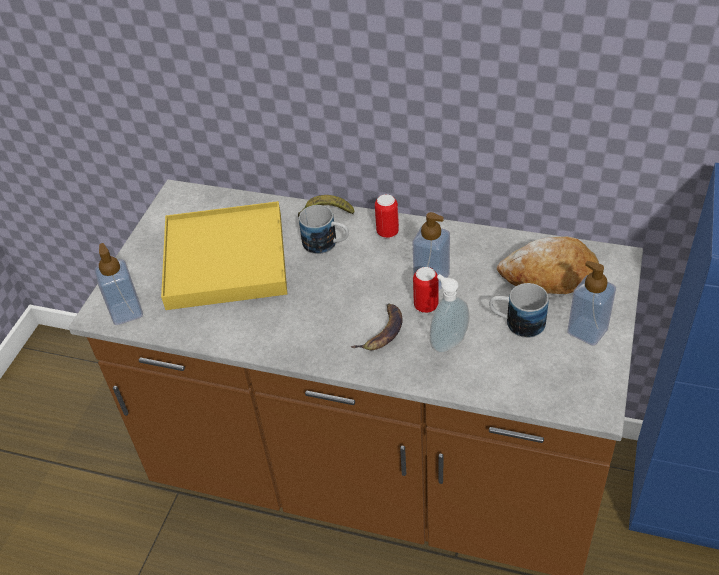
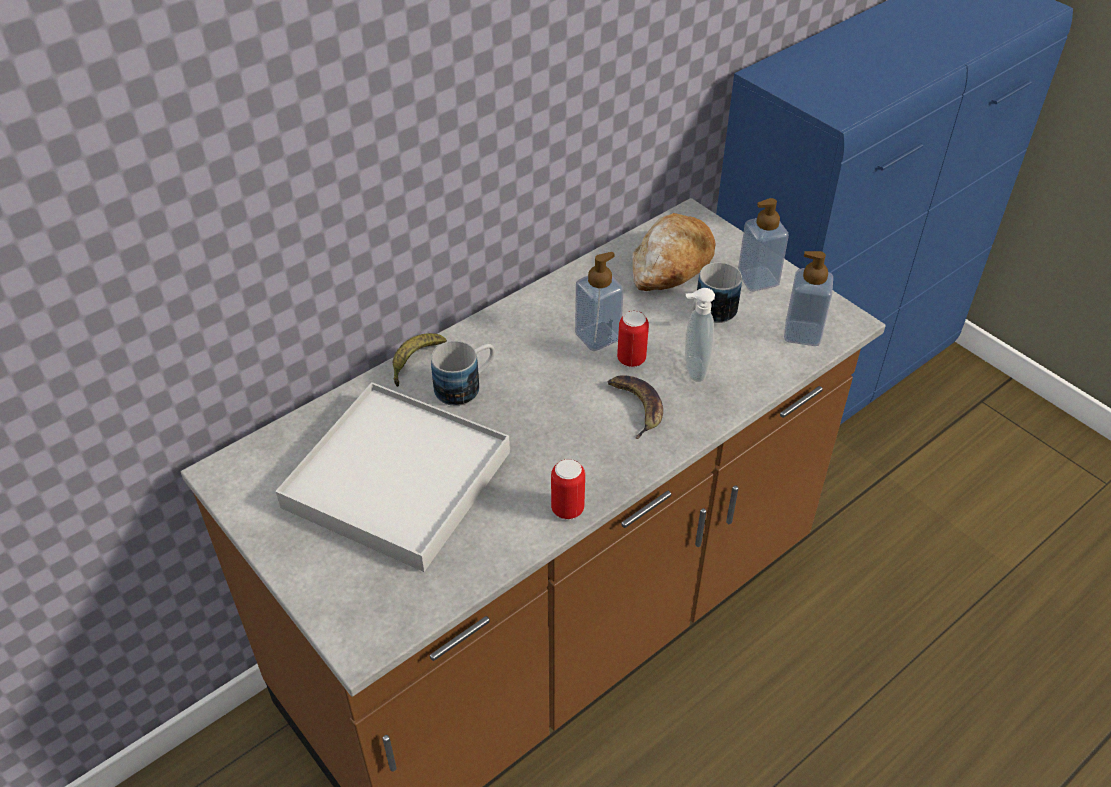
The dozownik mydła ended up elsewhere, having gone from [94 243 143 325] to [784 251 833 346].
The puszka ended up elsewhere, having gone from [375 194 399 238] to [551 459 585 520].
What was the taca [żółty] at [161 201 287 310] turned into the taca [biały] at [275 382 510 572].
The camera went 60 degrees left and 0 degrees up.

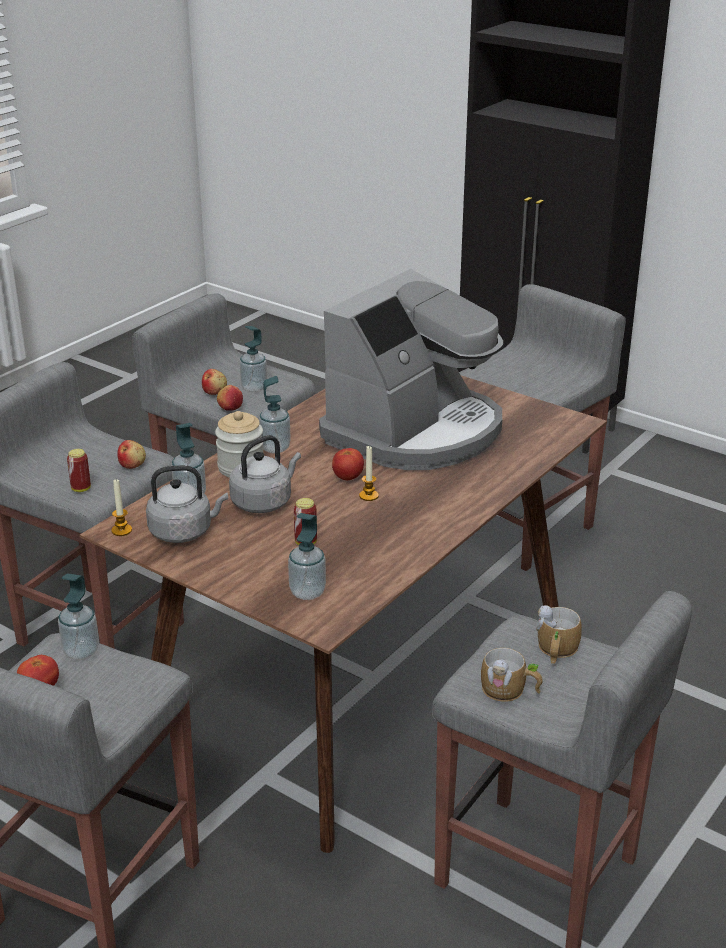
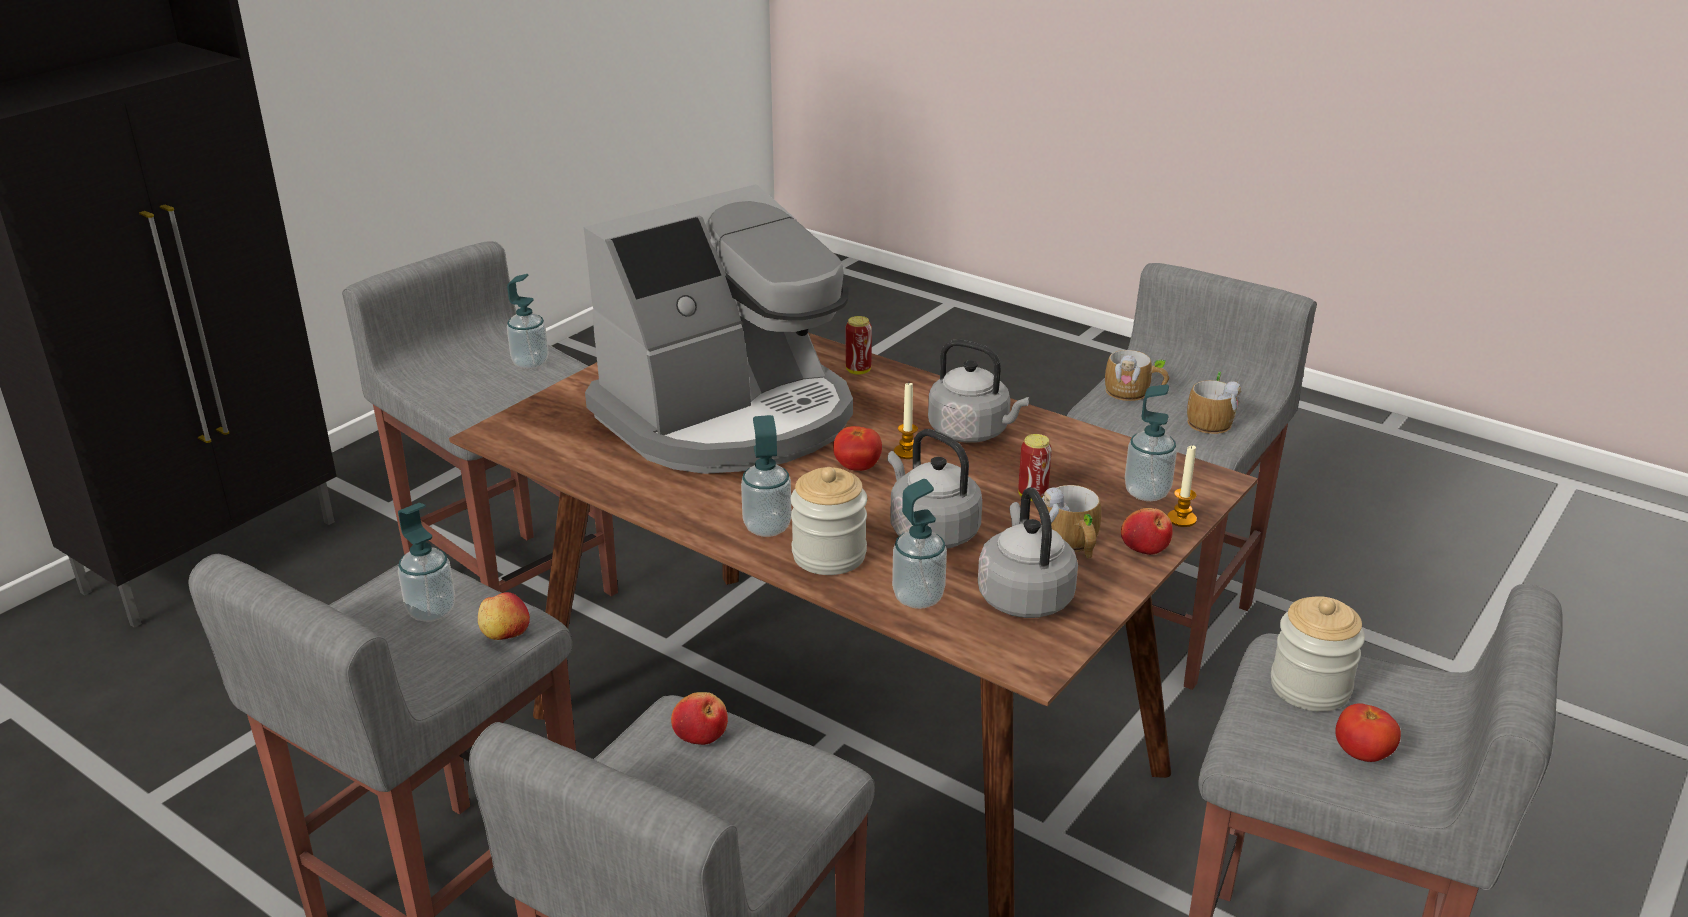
The second view gained the czajnik [szary] at [928 339 1029 443].
The second view gained the kubek at [1042 485 1101 558].
The second view gained the słoik at [1271 596 1365 712].
The dozownik mydła ended up elsewhere, having gone from [58 574 99 660] to [507 274 549 369].
The puszka ended up elsewhere, having gone from [67 449 91 492] to [846 316 872 375].
The świeca ended up elsewhere, having gone from [111 480 132 536] to [1167 445 1197 527].
The jabłko ended up elsewhere, having gone from [202 369 227 395] to [1121 508 1173 555].
The ekspres do kawy at [319 269 504 470] ended up facing another way, 105 degrees clockwise from before.
The camera went 90 degrees left and 0 degrees up.

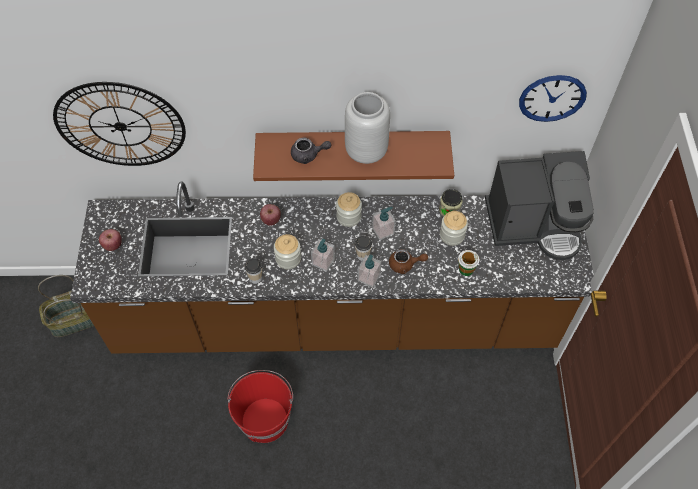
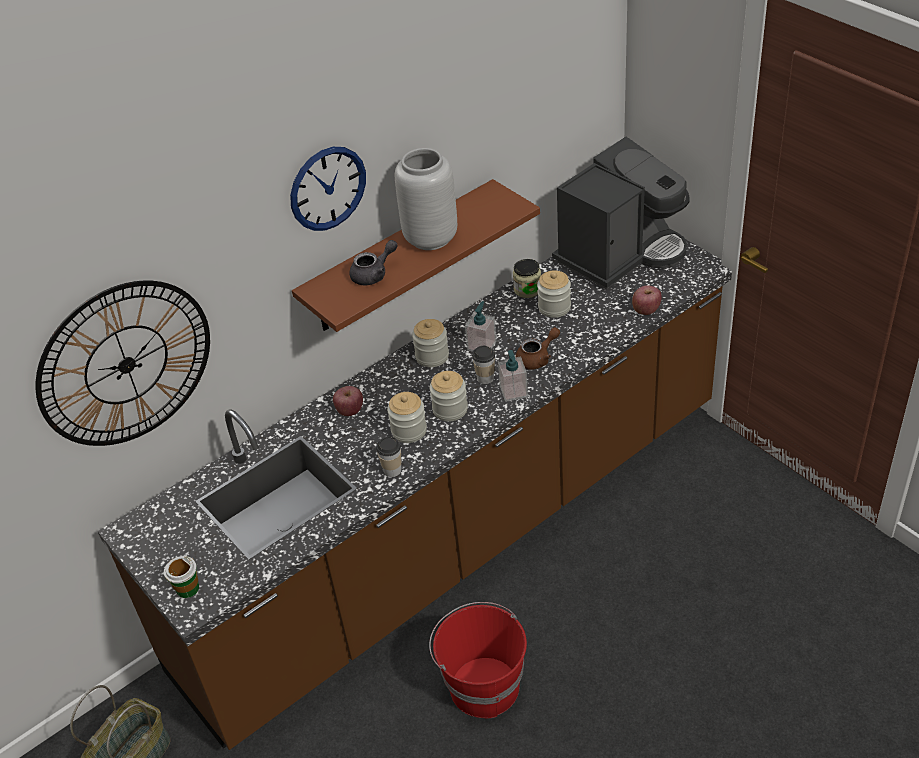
The jabłko ended up elsewhere, having gone from [99 229 122 251] to [632 285 662 315].
The filiżanka ended up elsewhere, having gone from [458 250 479 276] to [164 556 199 598].
The zegar ścienny ended up elsewhere, having gone from [519 75 587 122] to [290 147 366 231].
Where the dozownik mydła stood at [311 239 335 272], the słoik came to stand at [430 371 468 421].
The camera went 35 degrees left and 15 degrees down.

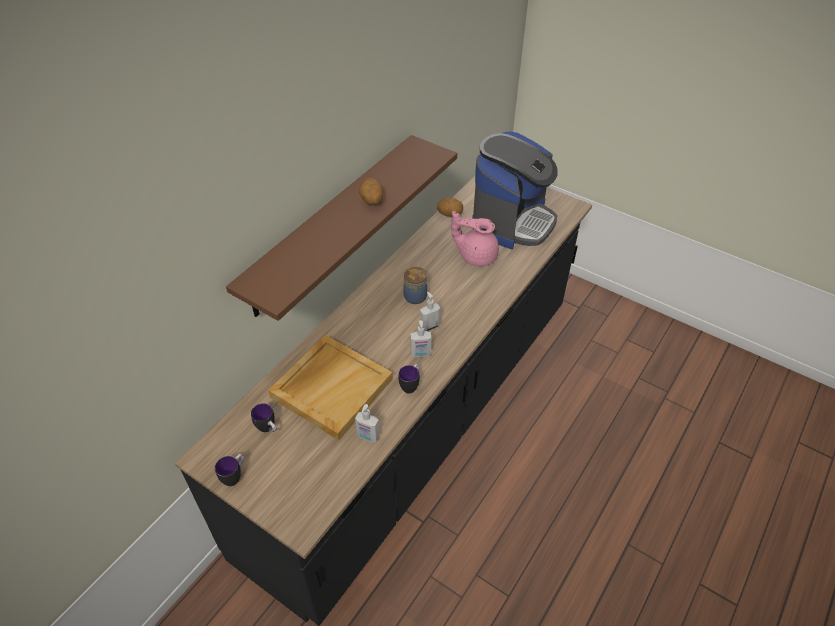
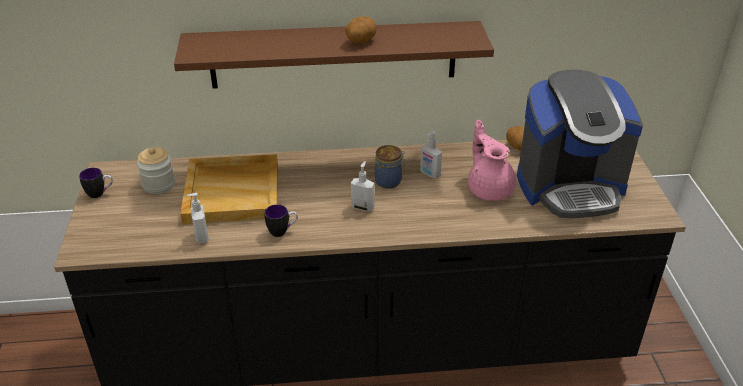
The dozownik mydła ended up elsewhere, having gone from [410 320 431 357] to [420 131 442 178].
Where the kubek stood at [251 403 277 432], the słoik came to stand at [137 147 175 194].
The camera went 50 degrees right and 10 degrees down.

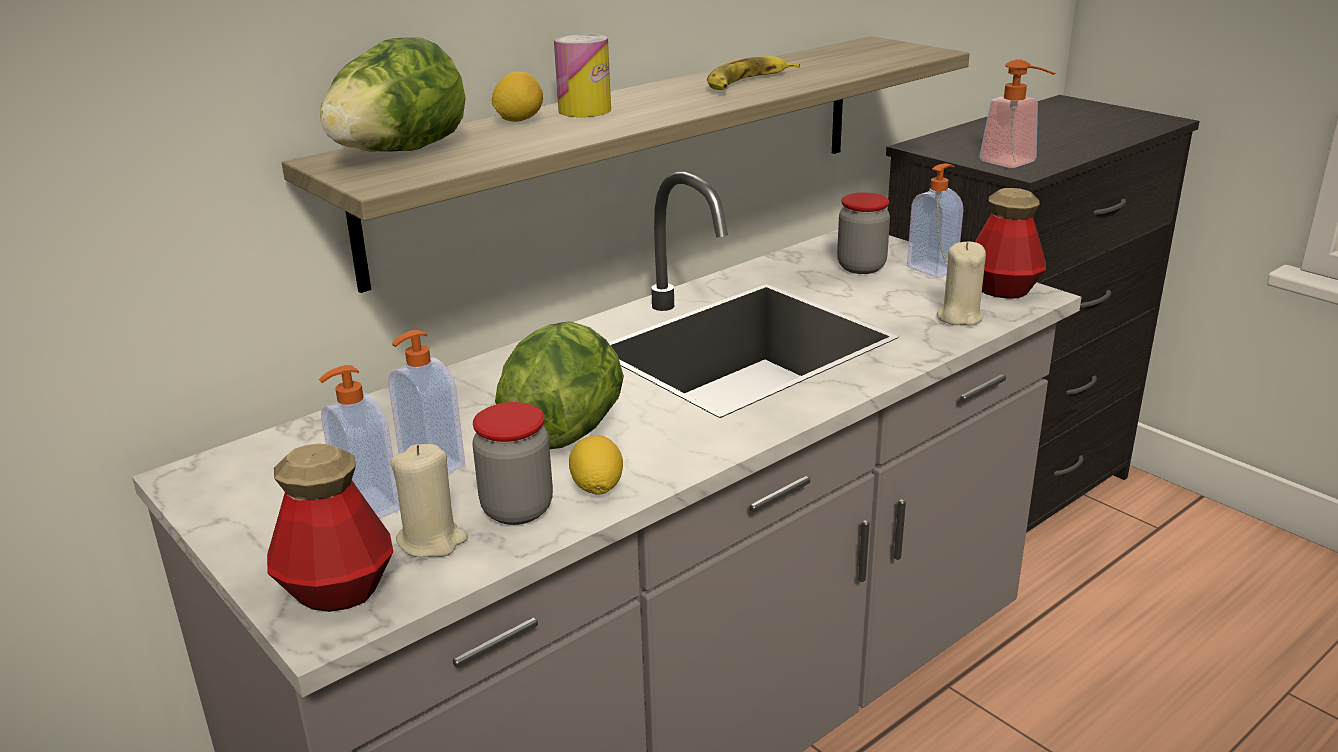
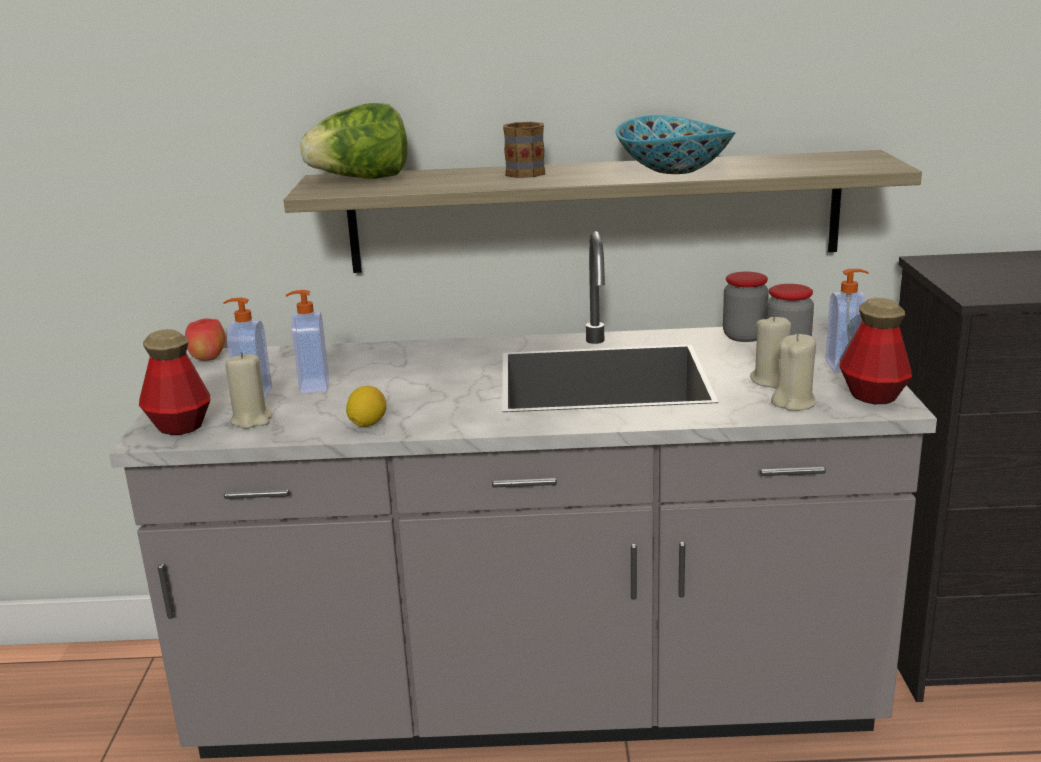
The second view lost the cytryna at [492 71 543 122].
The second view lost the sałata at [495 321 624 449].
The second view lost the dozownik mydła at [979 59 1055 168].
The second view gained the jabłko at [185 318 225 361].
The second view gained the świeca [beżowy] at [750 314 791 388].
The słoik ended up elsewhere, having gone from [472 402 553 525] to [723 272 769 342].
Where the puszka stood at [554 34 611 117], the kubek came to stand at [503 122 545 178].
Where the banan stood at [707 56 800 90], the miska came to stand at [616 115 736 174].
The camera went 40 degrees right and 5 degrees down.

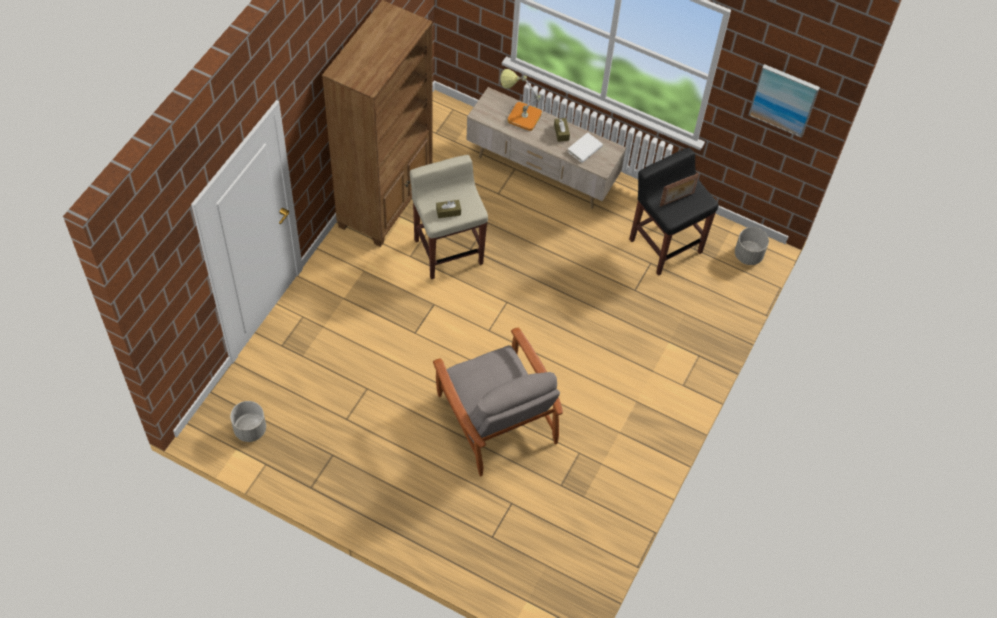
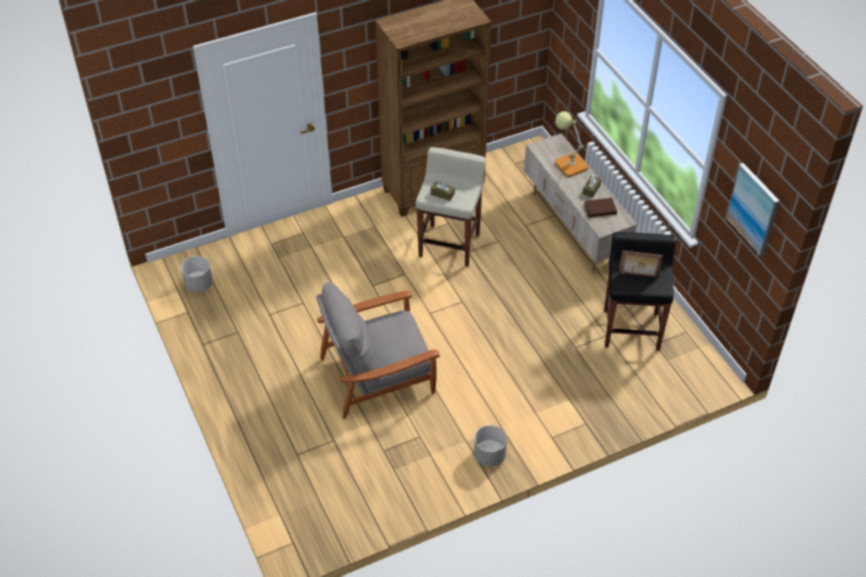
The donica [szary] ended up elsewhere, having gone from [735 227 769 265] to [474 425 507 467].
What was the książka [biały] at [567 132 603 163] turned into the książka [brązowy] at [584 198 617 217].
The fotel [szary] at [433 328 563 476] ended up facing another way, 60 degrees clockwise from before.
The camera went 40 degrees right and 10 degrees down.

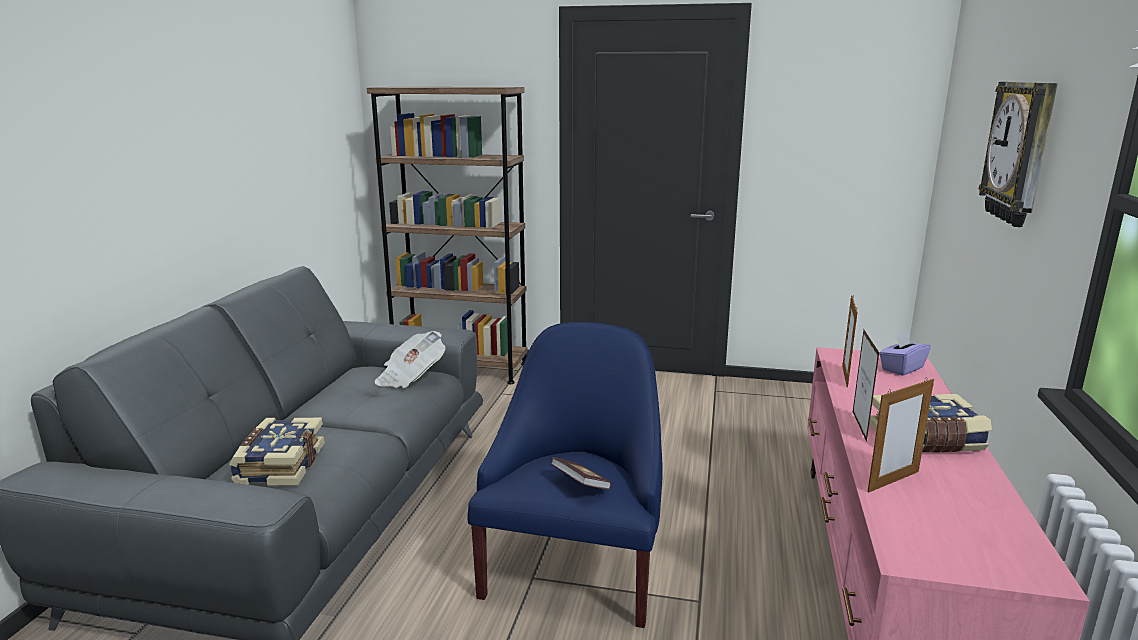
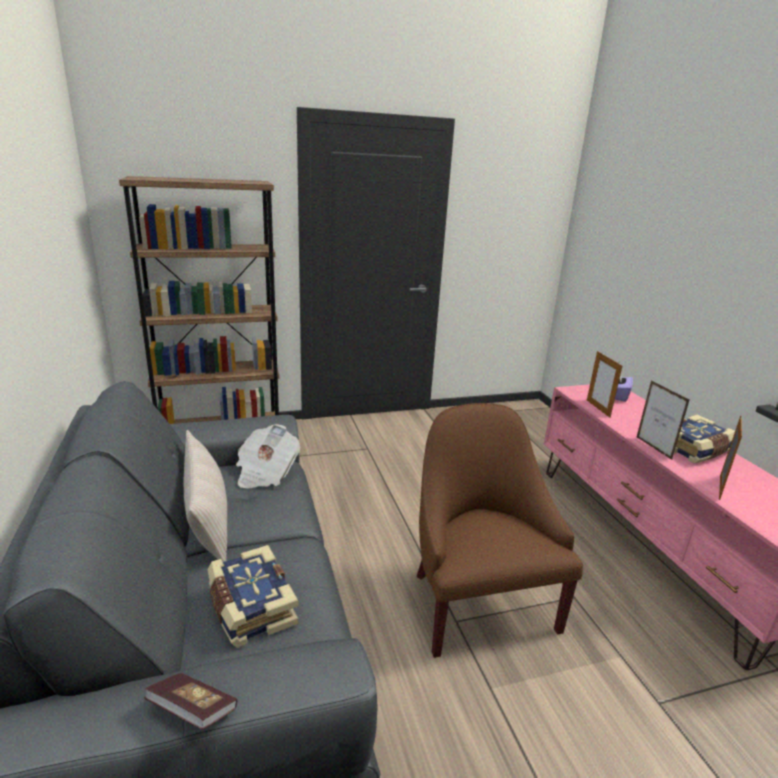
The second view lost the zegar ścienny at [978 82 1057 227].
The second view gained the poduszka [beżowy] at [184 430 227 562].
The książka ended up elsewhere, having gone from [551 457 612 490] to [144 673 237 730].
What was the fotel [niebieski] at [467 322 663 628] turned into the fotel [brązowy] at [417 403 583 658].
The camera went 30 degrees left and 5 degrees up.

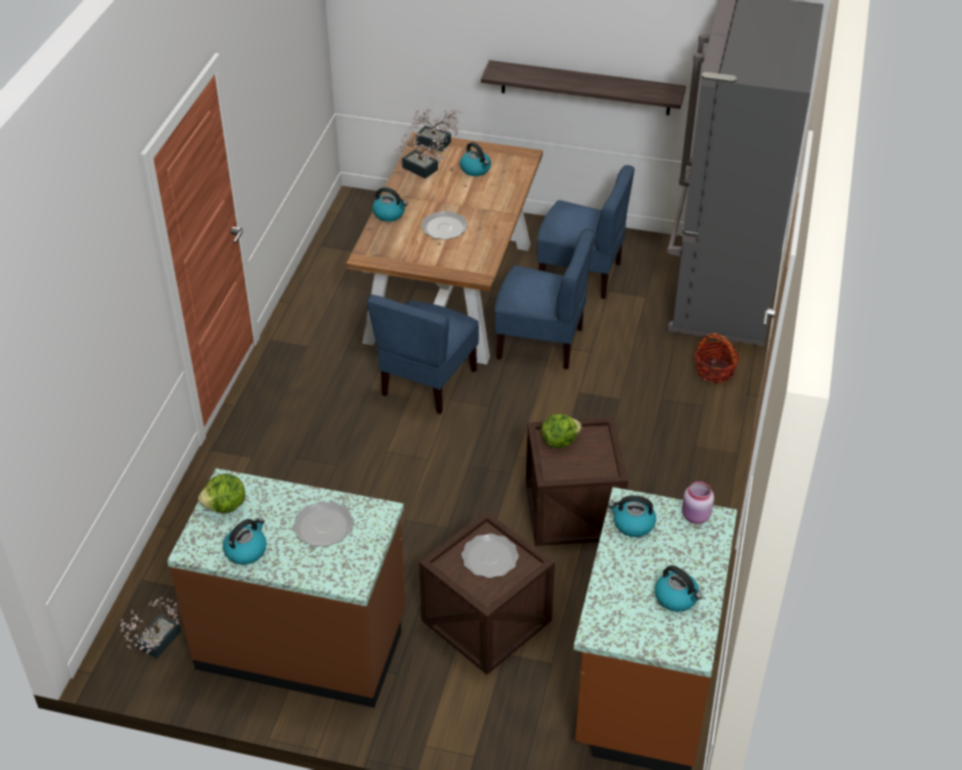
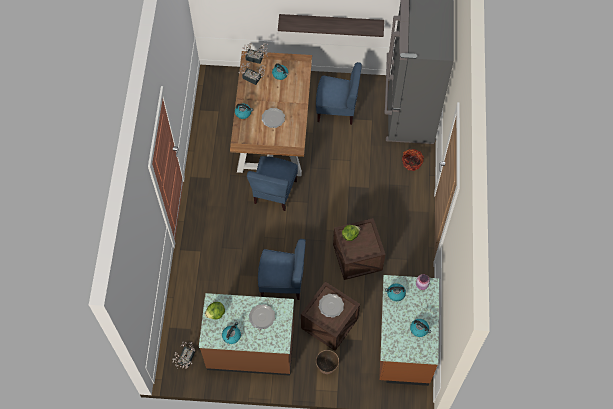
The second view gained the donica at [316 350 339 374].
The krzesło [niebieski] ended up elsewhere, having gone from [495 229 595 369] to [258 239 306 300].
The camera went 10 degrees left and 20 degrees up.

